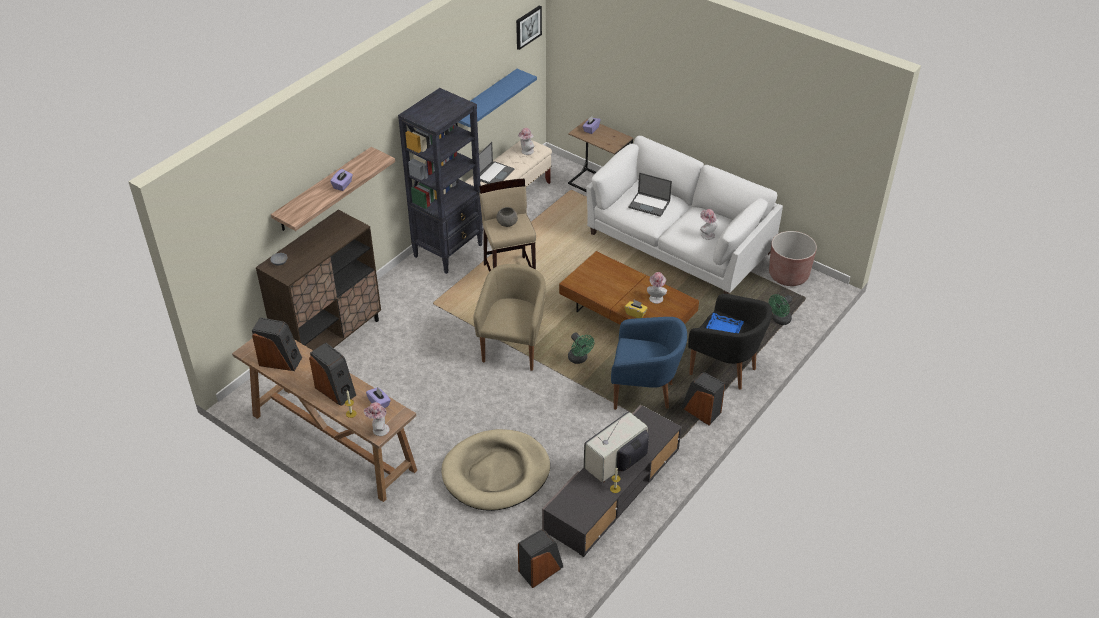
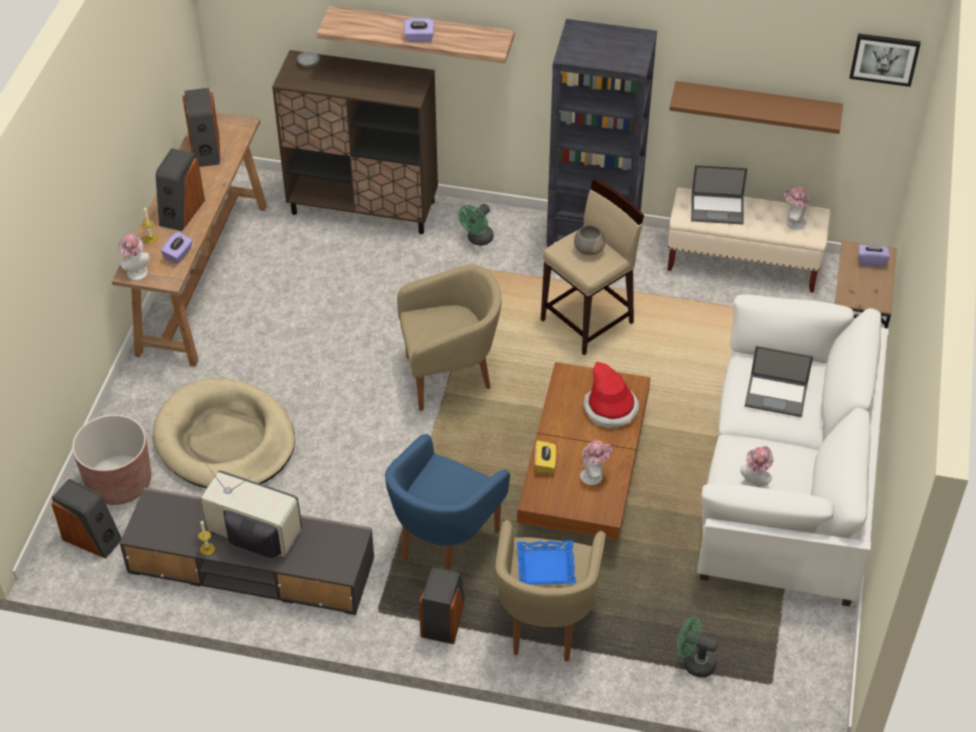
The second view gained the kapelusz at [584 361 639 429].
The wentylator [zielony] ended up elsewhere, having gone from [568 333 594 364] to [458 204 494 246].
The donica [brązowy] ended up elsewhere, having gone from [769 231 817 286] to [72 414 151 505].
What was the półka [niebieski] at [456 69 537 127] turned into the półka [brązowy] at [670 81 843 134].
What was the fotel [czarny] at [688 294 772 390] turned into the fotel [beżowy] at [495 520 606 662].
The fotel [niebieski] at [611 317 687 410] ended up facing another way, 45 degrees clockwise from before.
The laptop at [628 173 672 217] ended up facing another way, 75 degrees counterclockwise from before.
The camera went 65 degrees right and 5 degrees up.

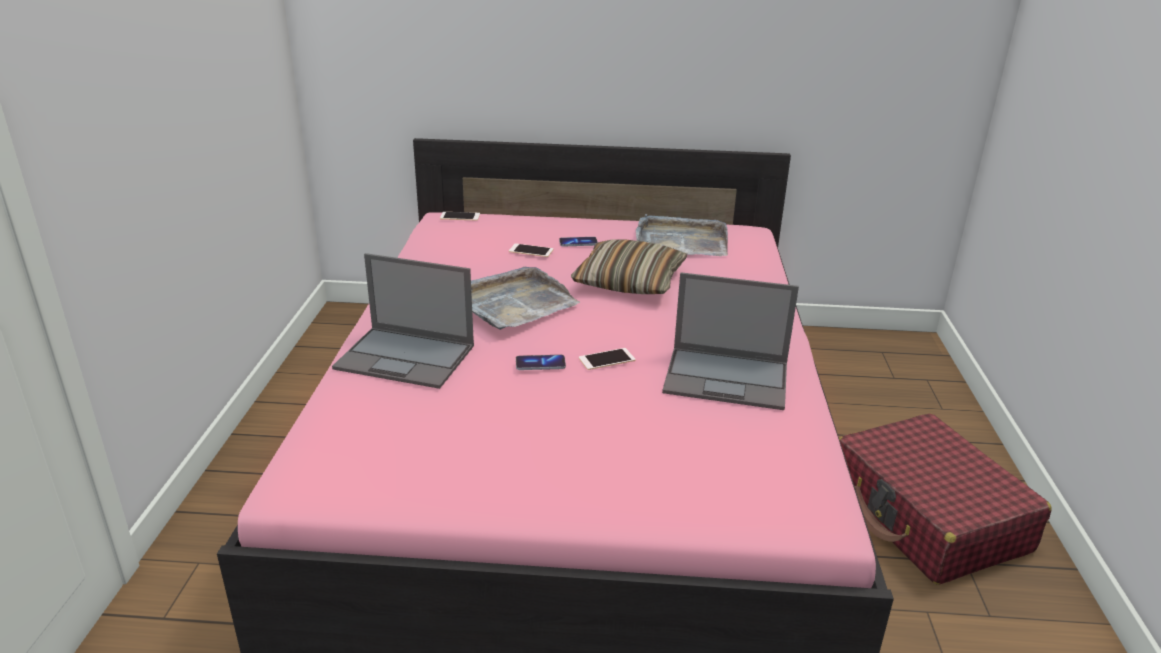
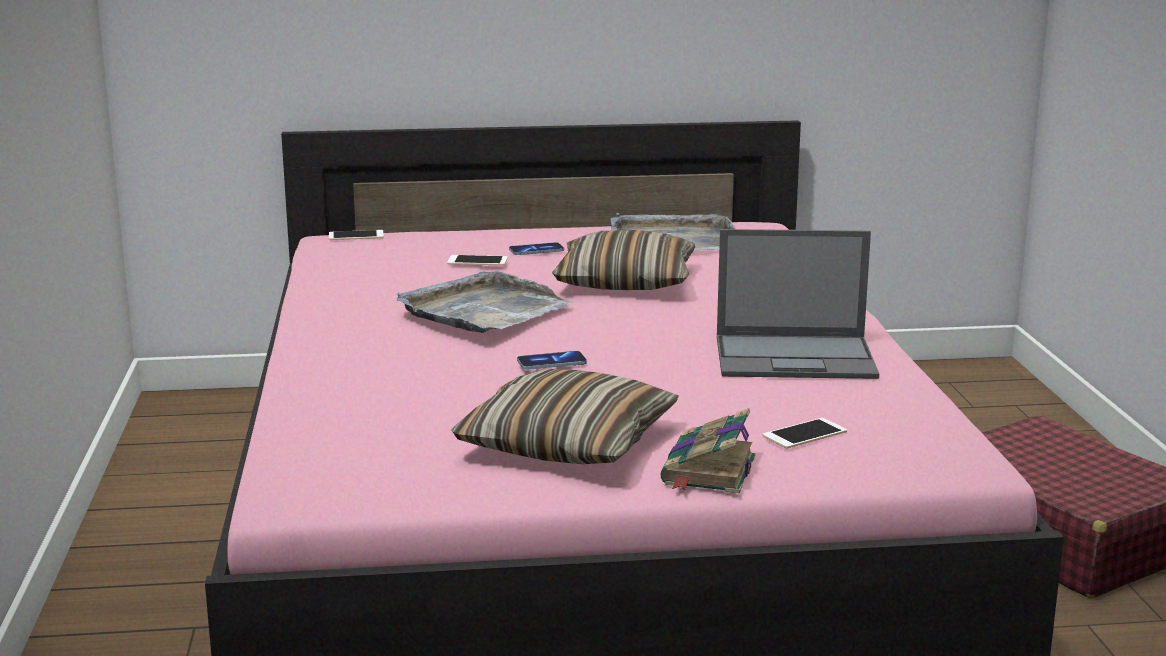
The second view lost the laptop at [332 253 474 389].
The second view gained the poduszka at [451 369 679 464].
The second view gained the książka at [661 408 755 493].
The telefon ended up elsewhere, having gone from [579 348 635 370] to [762 418 847 449].
The camera went 10 degrees left and 10 degrees down.

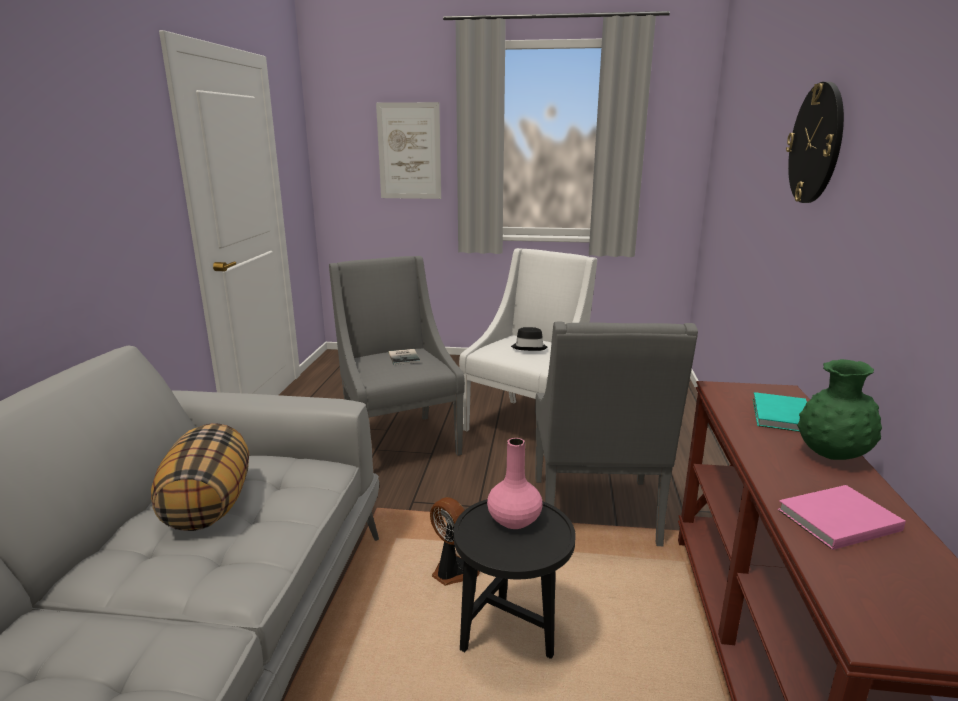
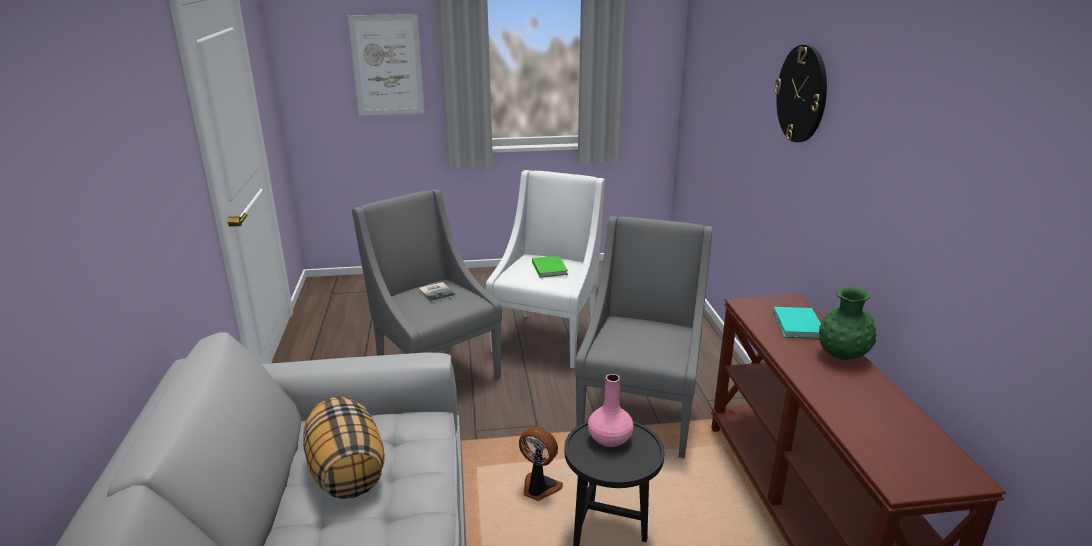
The second view lost the książka [różowy] at [778 485 906 550].
Where the kapelusz [czarny] stood at [511 327 547 351], the książka [zielony] came to stand at [532 256 568 278].
The fotel [szary] at [535 322 698 546] ended up facing another way, 150 degrees counterclockwise from before.
The camera went 15 degrees left and 5 degrees up.

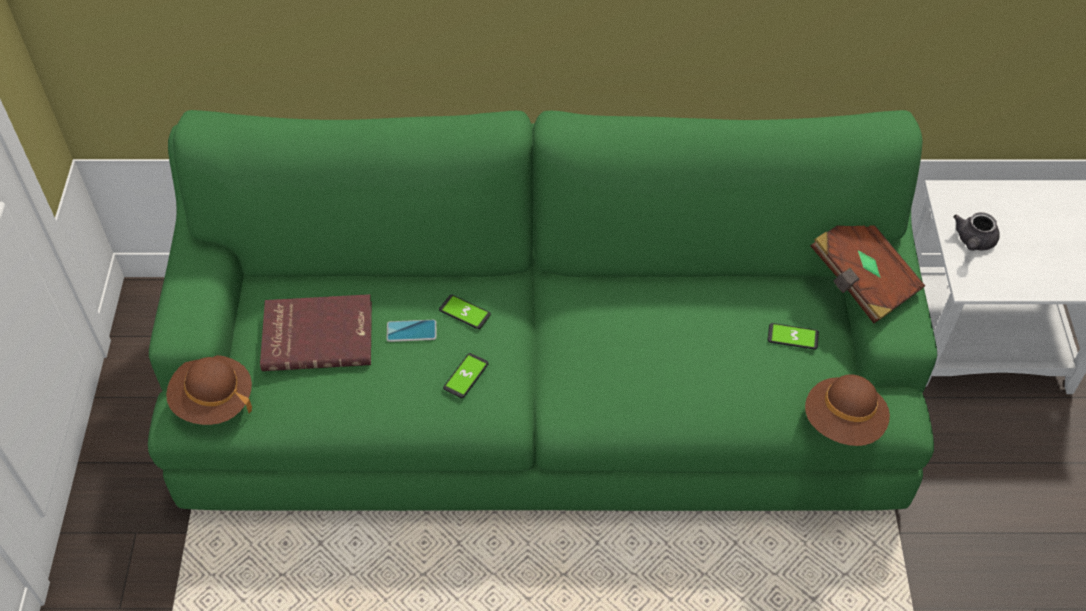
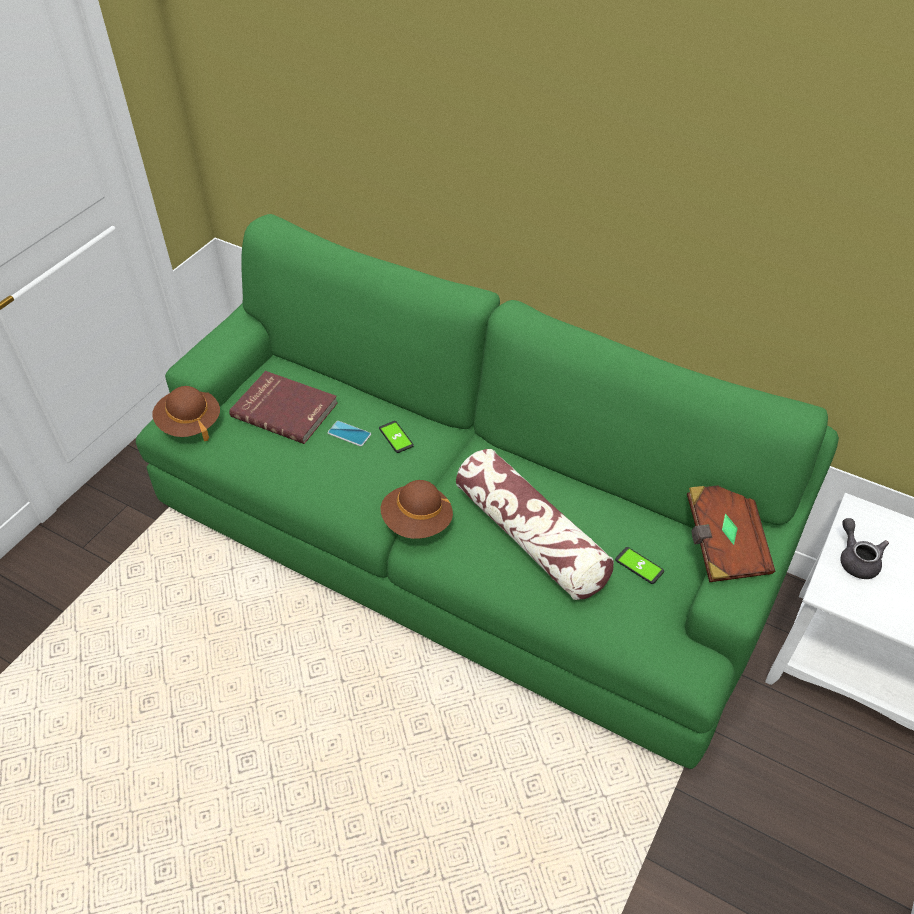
The second view lost the telefon at [443 353 489 398].
The second view gained the poduszka at [456 449 614 600].
The kapelusz [brązowy] ended up elsewhere, having gone from [805 374 890 446] to [381 480 453 539].
The imbryk [szary] at [953 212 1000 251] ended up facing another way, 105 degrees clockwise from before.
The camera went 30 degrees right and 5 degrees down.

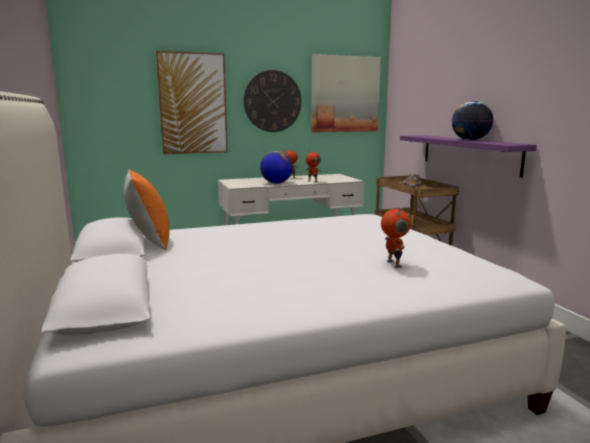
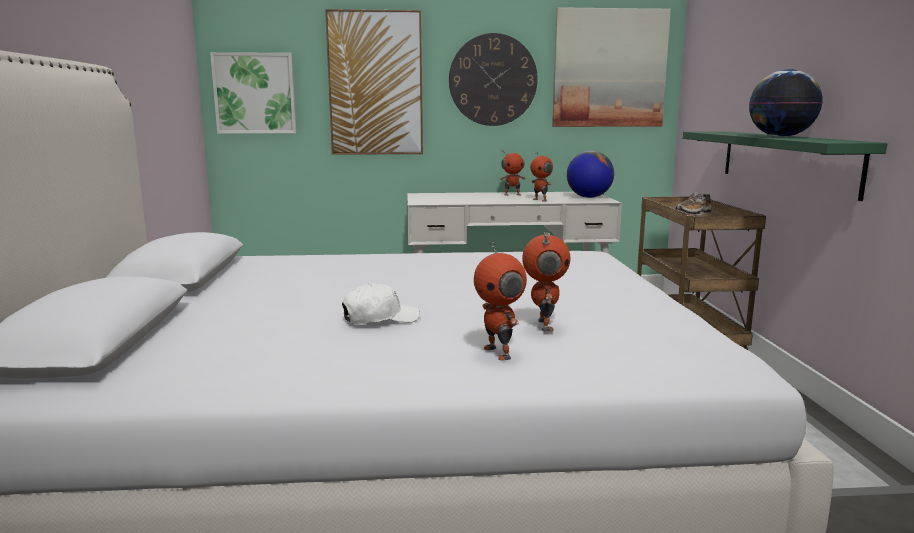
The second view lost the poduszka [pomarańczowy] at [124 170 169 250].
The second view gained the obraz at [210 52 297 134].
The second view gained the czapka z daszkiem [biały] at [342 283 420 324].
The second view gained the robot zabawkowy at [474 240 527 361].
The globus ended up elsewhere, having gone from [260 151 293 184] to [567 151 614 198].
What was the półka [fioletowy] at [400 135 537 178] turned into the półka [zielony] at [683 131 887 201].
The camera went 15 degrees right and 0 degrees up.

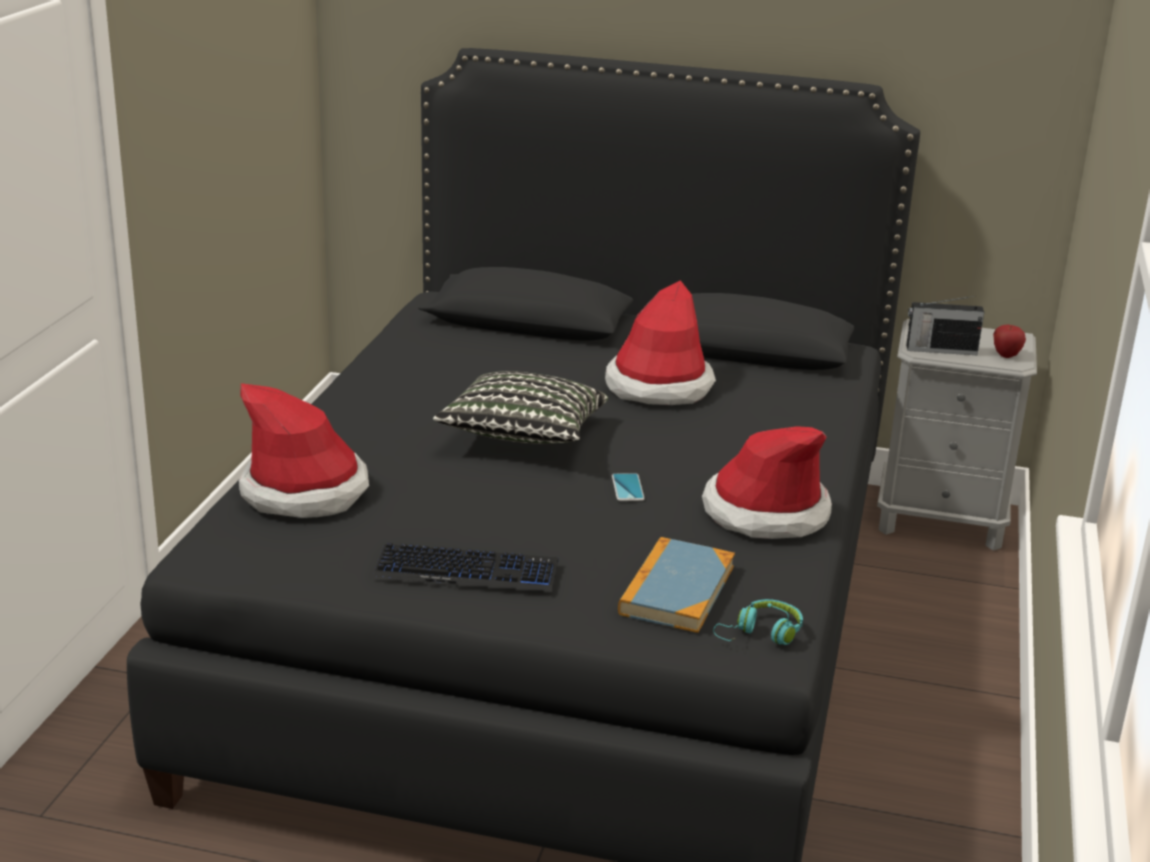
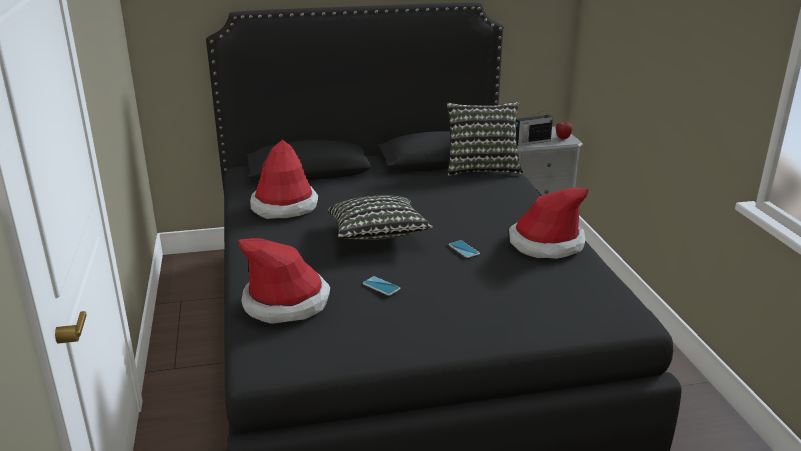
The second view lost the klawiatura at [373 543 558 592].
The second view lost the książka at [618 537 735 633].
The second view lost the słuchawki [turkusowy] at [713 599 803 645].
The second view gained the telefon at [363 276 401 296].
The second view gained the poduszka at [447 101 523 176].
The kapelusz ended up elsewhere, having gone from [605 280 716 405] to [250 140 318 219].
The camera went 25 degrees left and 0 degrees up.

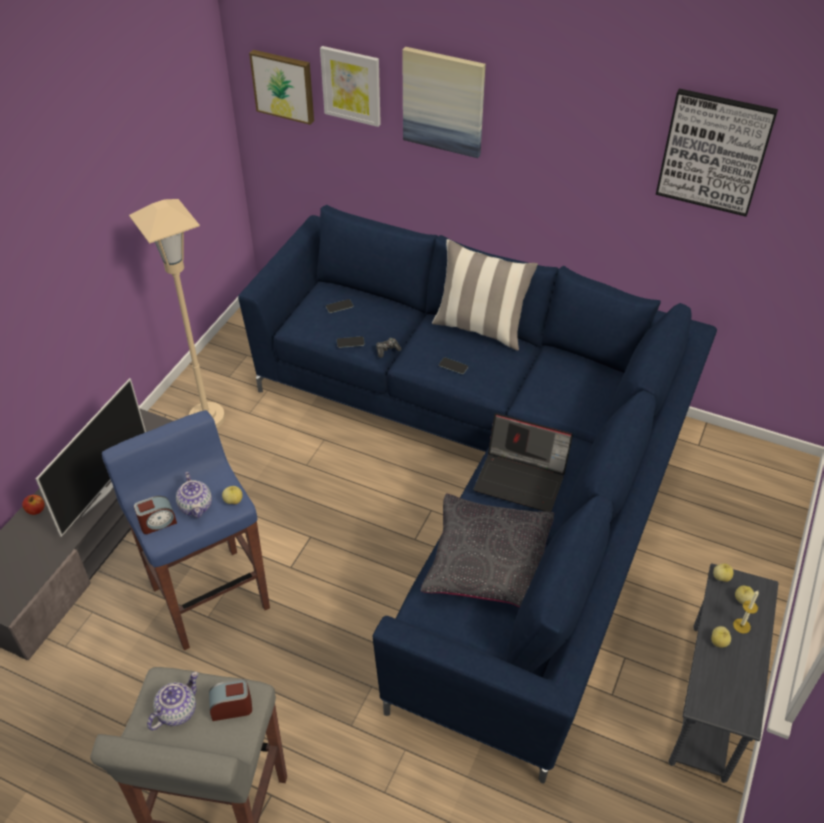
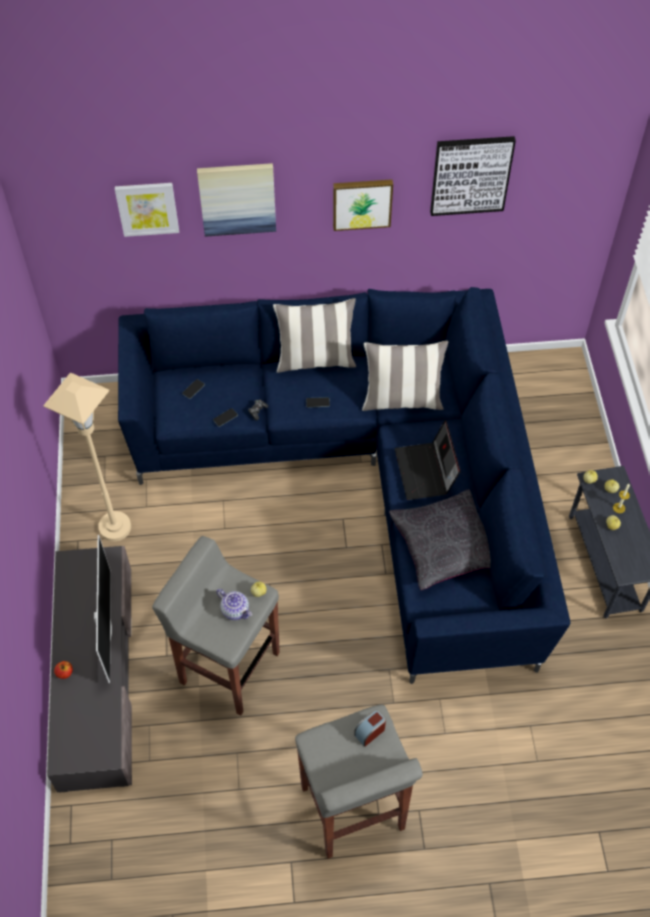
The second view lost the budzik at [134 496 177 534].
The second view lost the imbryk at [147 672 198 730].
The second view gained the poduszka at [362 341 448 411].
The obraz ended up elsewhere, having gone from [249 50 314 125] to [333 179 393 231].
What was the stołek [niebieski] at [102 410 270 650] turned into the stołek [szary] at [152 536 280 715].
The laptop at [473 413 573 512] ended up facing another way, 90 degrees clockwise from before.
The camera went 30 degrees left and 10 degrees up.

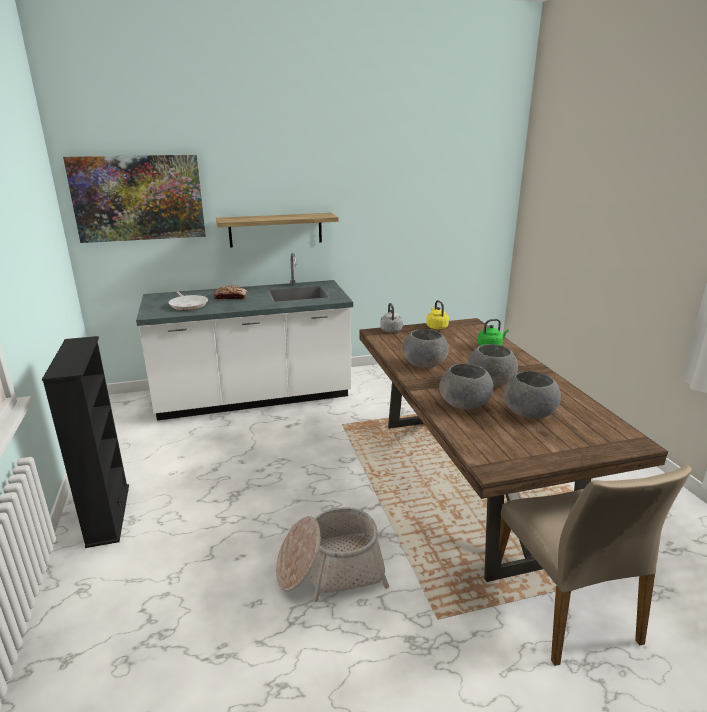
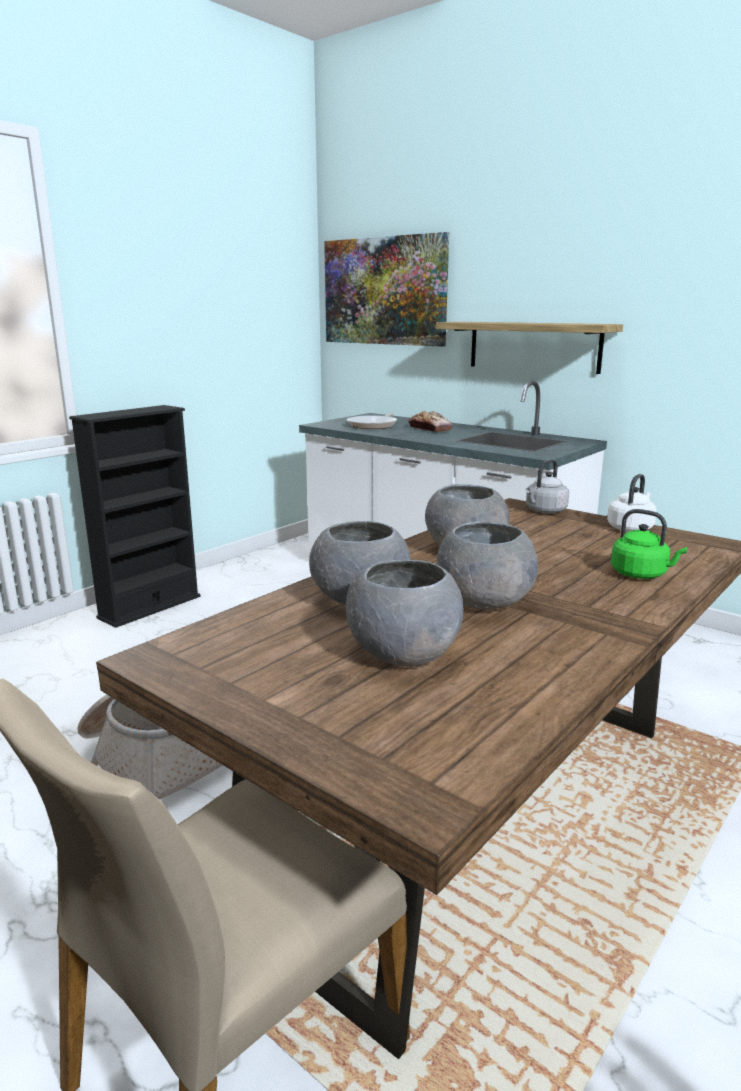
What was the czajnik [żółty] at [426 300 449 329] turned into the czajnik [biały] at [607 474 657 532].
The camera went 55 degrees right and 5 degrees down.

